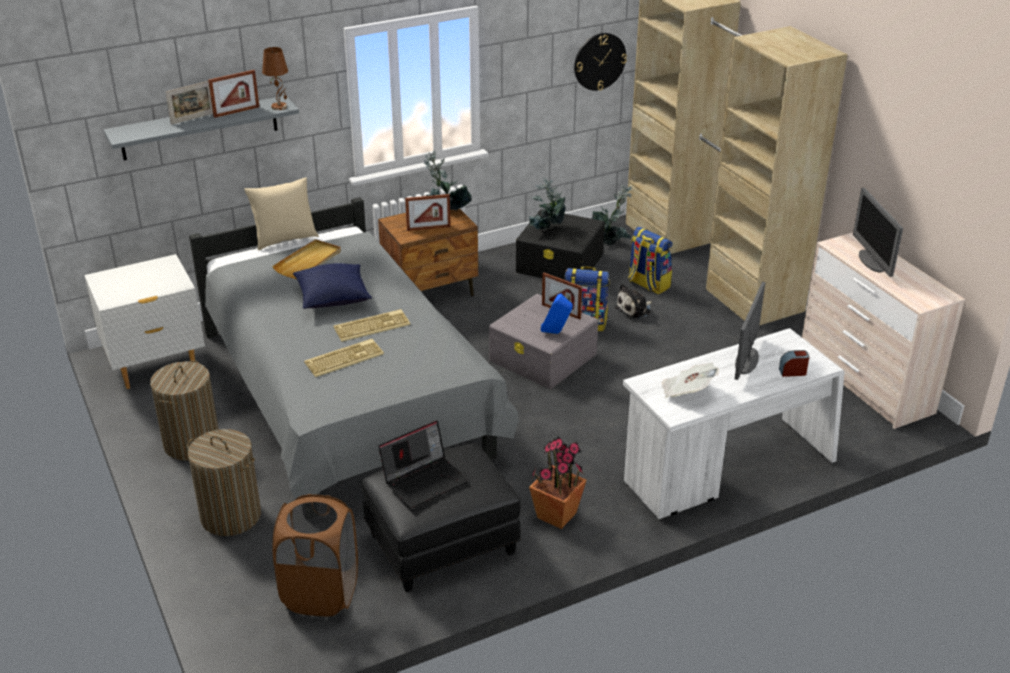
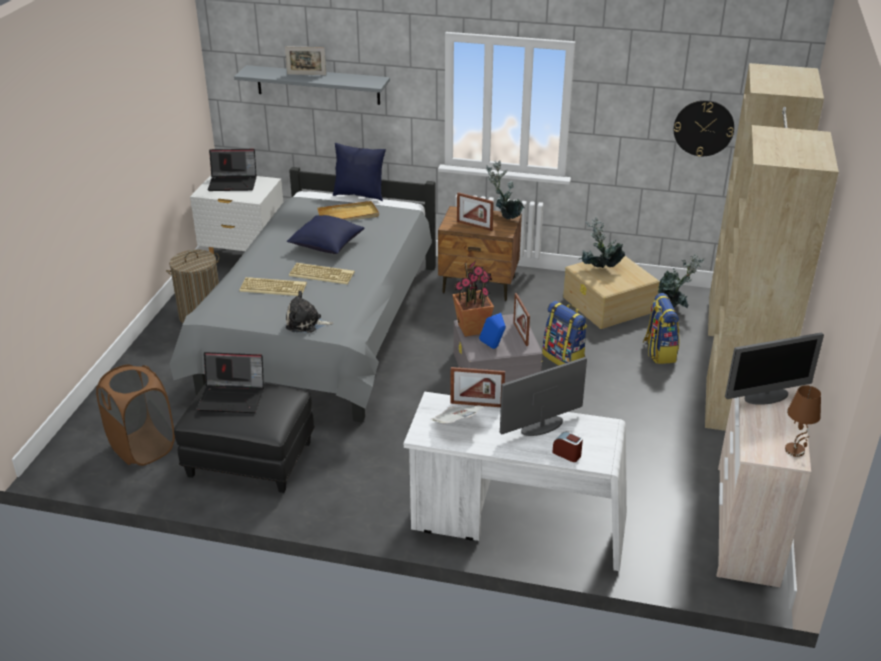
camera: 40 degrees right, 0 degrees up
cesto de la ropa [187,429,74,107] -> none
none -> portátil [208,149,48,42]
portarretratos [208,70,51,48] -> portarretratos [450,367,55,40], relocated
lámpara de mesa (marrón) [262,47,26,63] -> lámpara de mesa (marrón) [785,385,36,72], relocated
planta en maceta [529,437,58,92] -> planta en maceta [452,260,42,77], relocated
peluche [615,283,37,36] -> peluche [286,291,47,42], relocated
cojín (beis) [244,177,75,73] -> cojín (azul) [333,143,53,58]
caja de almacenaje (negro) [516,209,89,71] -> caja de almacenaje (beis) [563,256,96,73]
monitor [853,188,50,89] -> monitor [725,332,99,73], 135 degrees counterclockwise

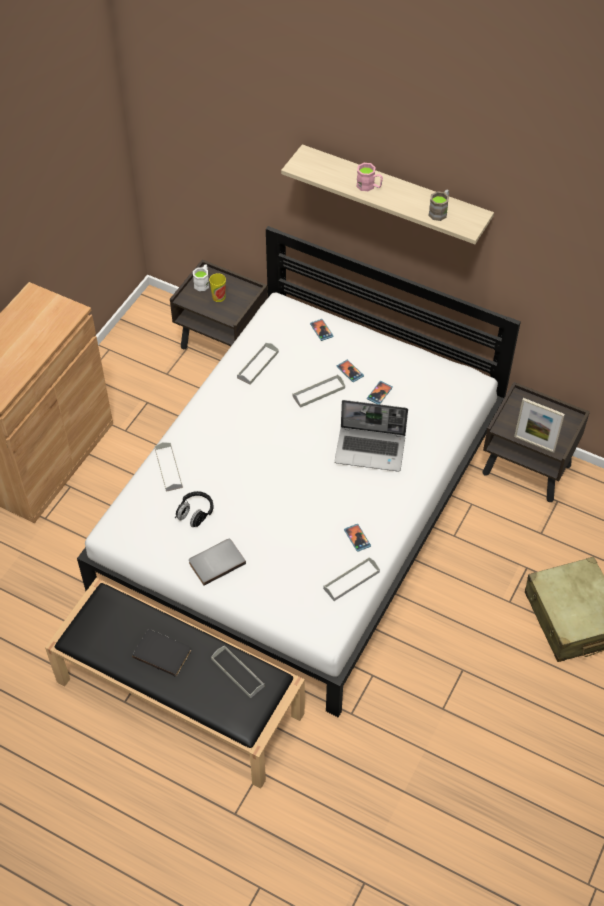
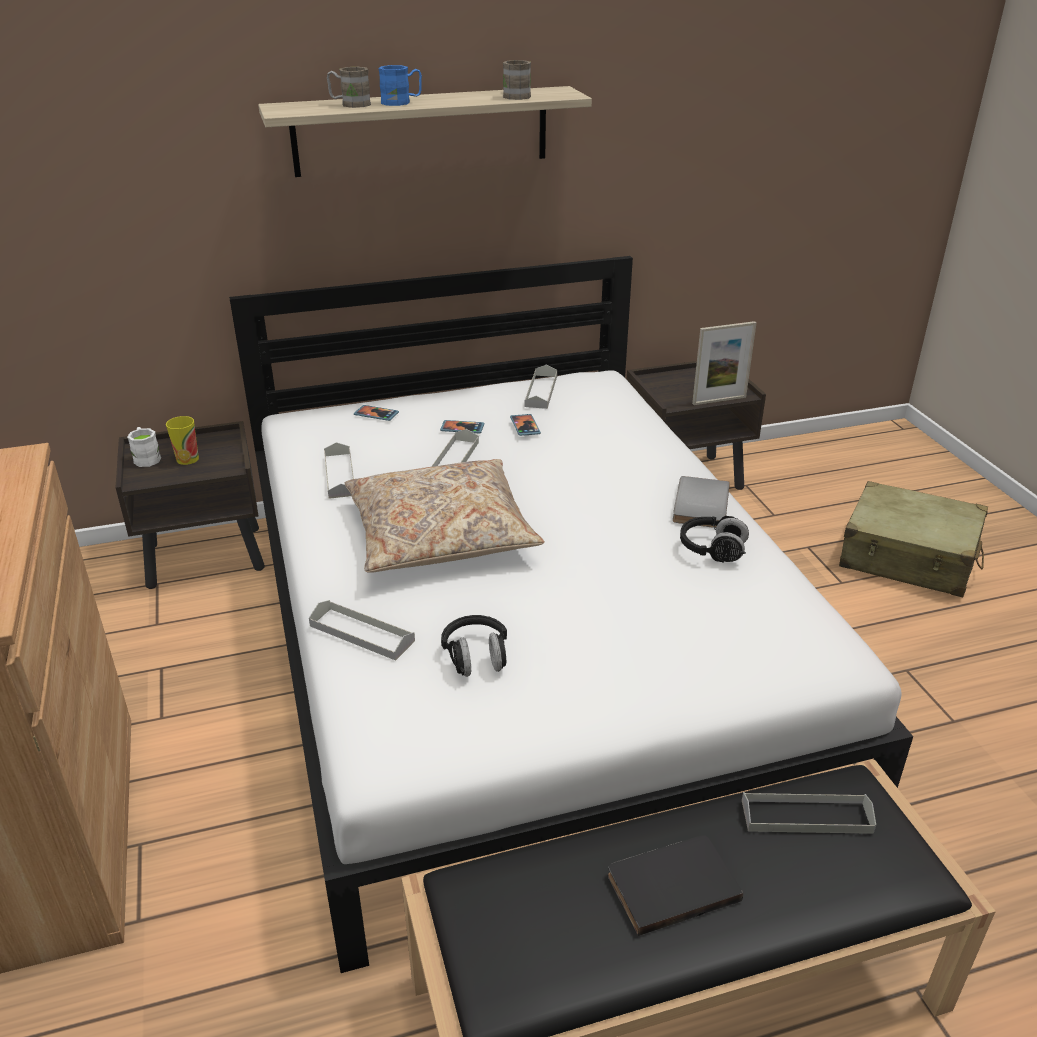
camera: 45 degrees left, 20 degrees down
portátil [335,400,73,72] -> none
none -> taza grande (marrón) [327,67,44,41]
none -> cojín (beis) [345,459,199,114]
libro (gris) [189,539,57,47] -> libro (gris) [673,476,57,52], relocated
bandeja (gris) [323,557,57,44] -> bandeja (gris) [524,365,33,44], relocated
móvil [344,524,27,28] -> auriculares (negro) [680,516,69,47]
taza grande (rosa) [356,163,27,28] -> taza grande (azul) [378,65,44,41]

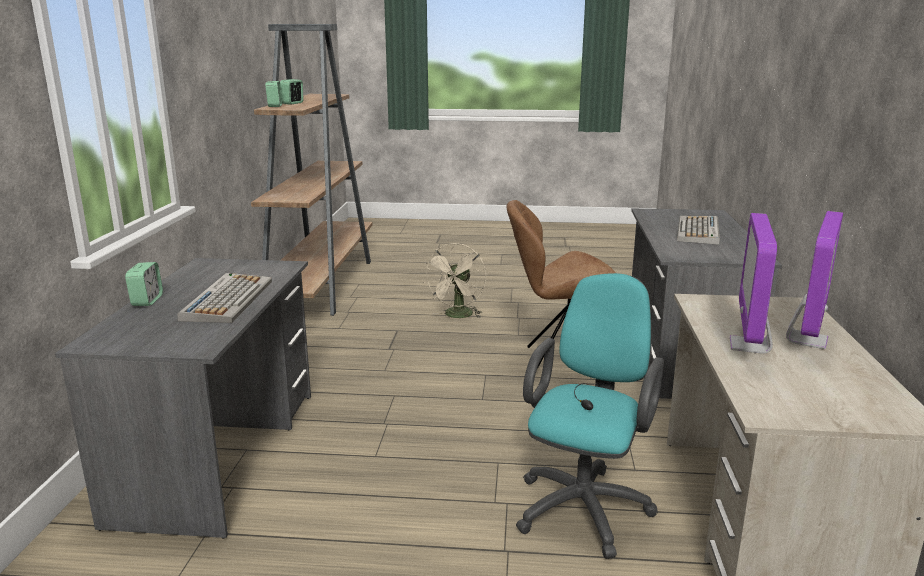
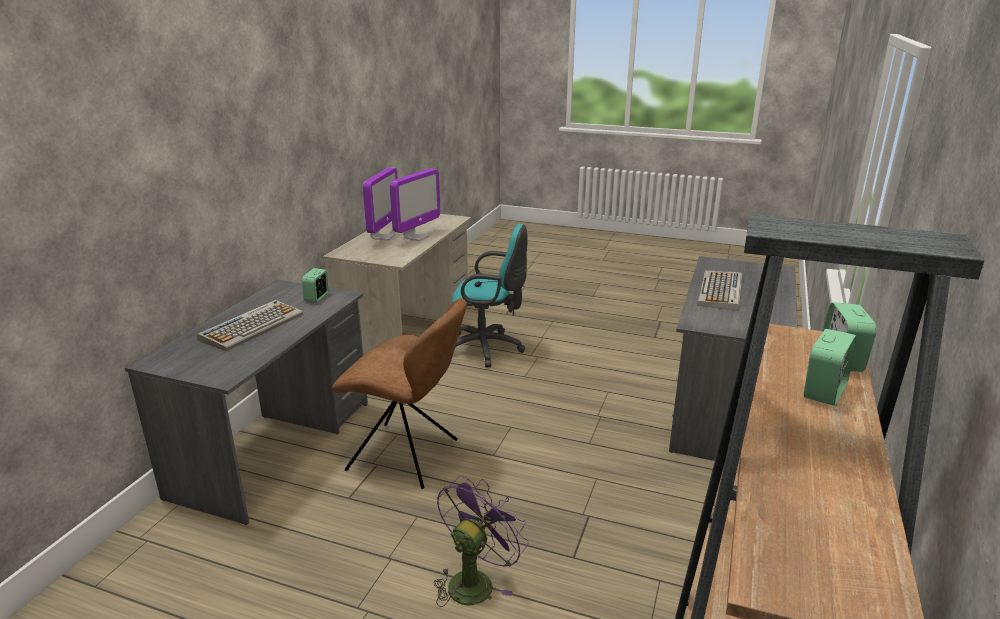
camera: 165 degrees left, 5 degrees up
despertador [125,262,38,44] -> despertador [302,268,27,35], relocated
ventilador (beis) [423,243,63,75] -> ventilador (morado) [434,475,95,132]
silla de oficina (turquesa) [516,273,148,286] -> silla de oficina (turquesa) [452,224,76,144], 120 degrees counterclockwise
monitor [786,211,57,138] -> monitor [363,167,35,73], 150 degrees clockwise

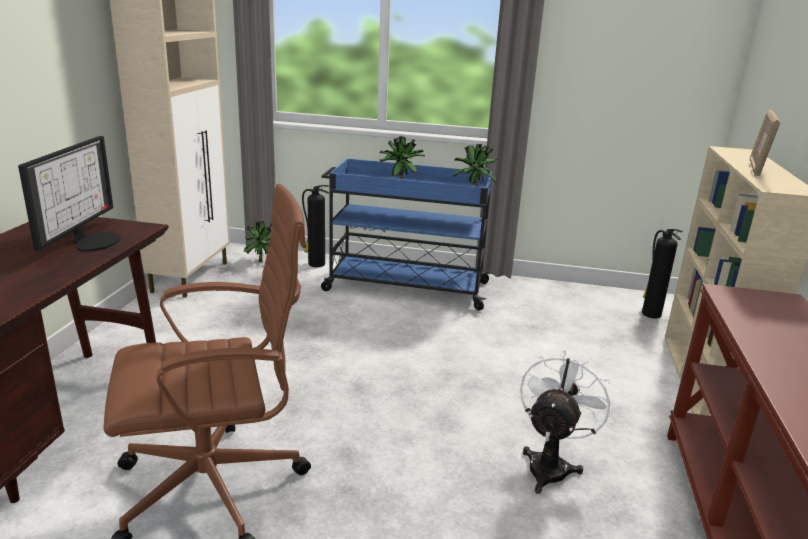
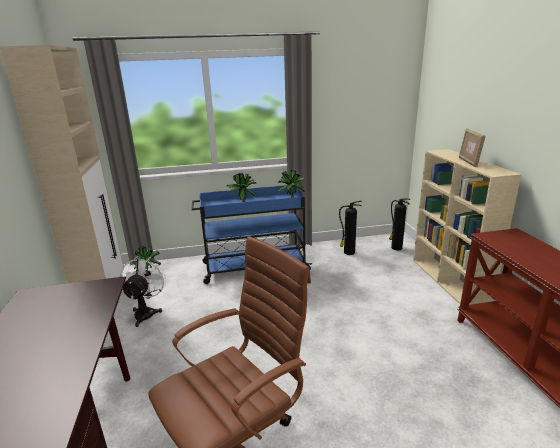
camera: 20 degrees left, 0 degrees up
monitor [18,136,103,116] -> none
extintor [302,185,27,82] -> extintor [339,201,23,54], relocated
ventilador (blanco) [520,350,92,144] -> ventilador (blanco) [121,256,46,71], relocated

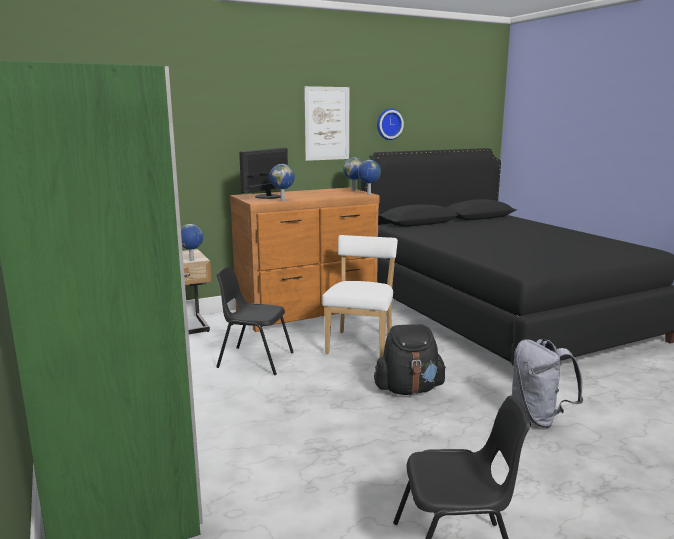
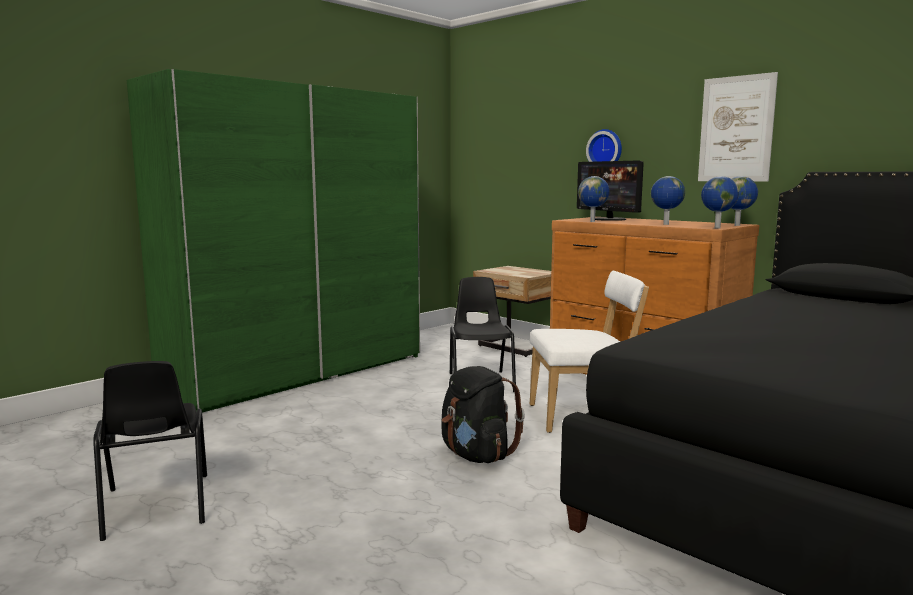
camera: 70 degrees right, 5 degrees down
mochila (gris) [511,339,72,89] -> none
globo terráqueo [181,224,22,37] -> globo terráqueo [651,176,34,49], relocated
reloj de pared [377,108,27,32] -> reloj de pared [586,129,36,33], relocated
monitor [239,148,49,51] -> monitor [577,161,67,60], 135 degrees counterclockwise

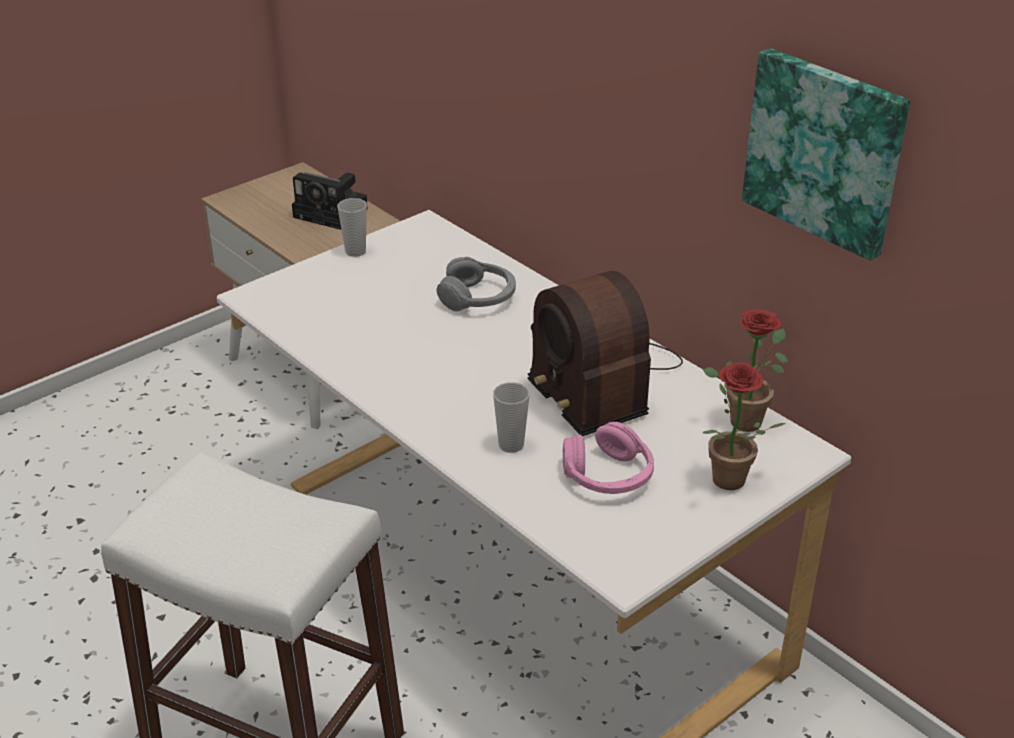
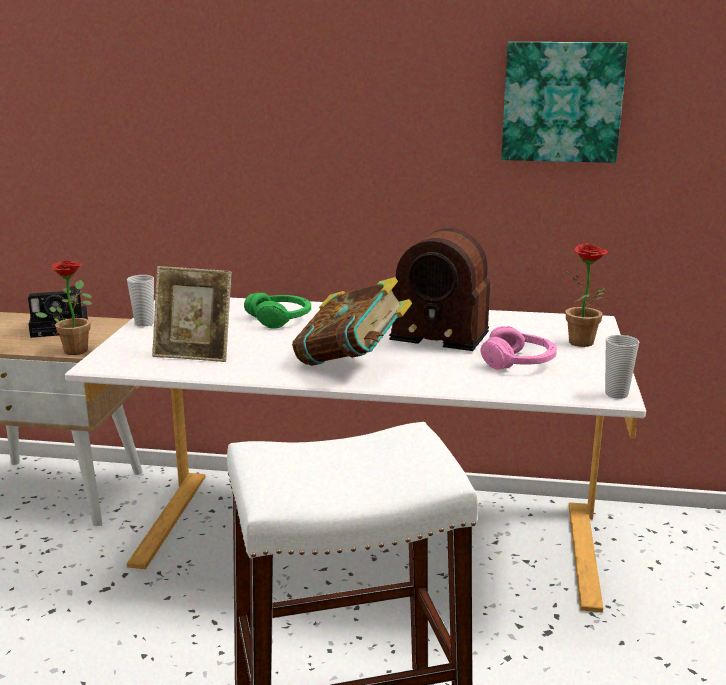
camera: 40 degrees left, 15 degrees down
none -> portarretratos [152,266,80,96]
none -> libro [292,277,120,89]
taza [493,382,37,71] -> taza [605,335,34,64], relocated
planta en maceta [703,309,85,123] -> planta en maceta [35,261,57,94], relocated
auriculares (gris) [436,257,80,54] -> auriculares (verde) [244,293,67,36]

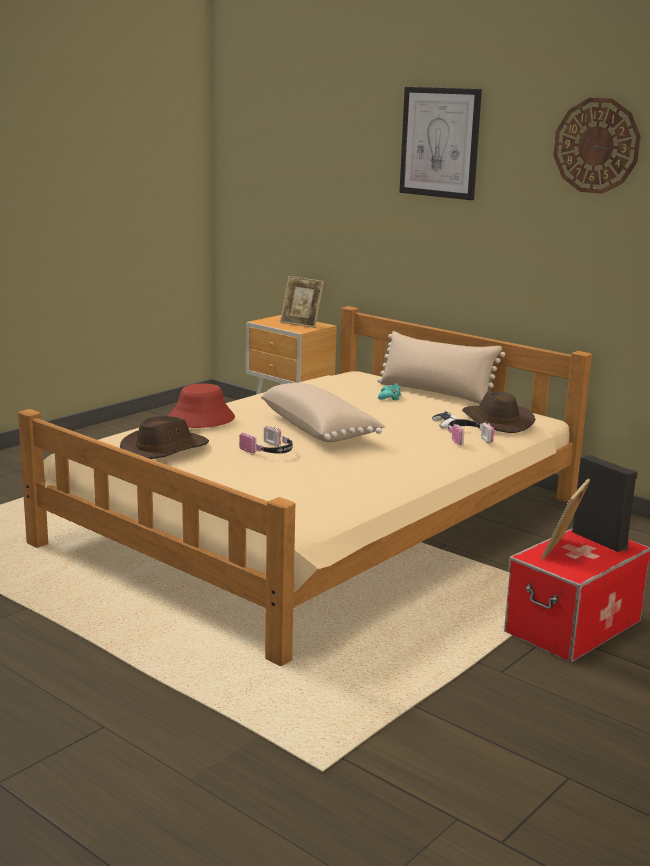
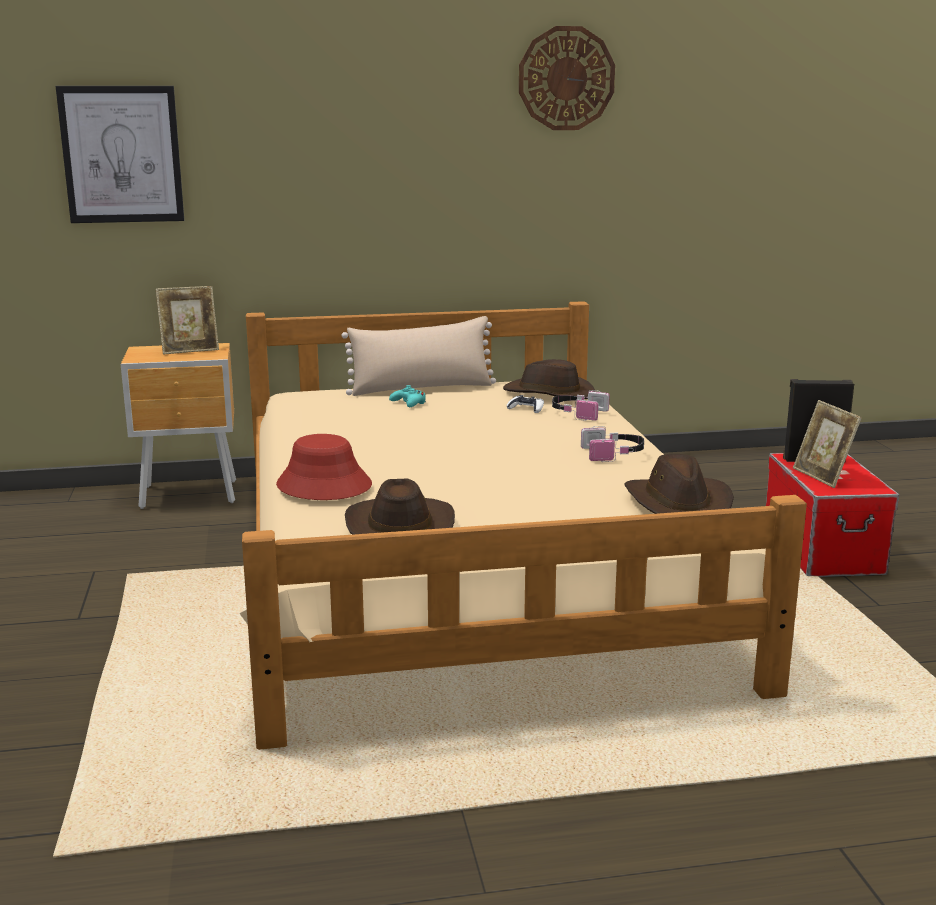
camera: 50 degrees left, 0 degrees up
cojín (beis) [261,383,124,59] -> none
none -> sombrero (marrón) [624,454,110,60]
auriculares [240,426,53,29] -> auriculares [581,426,63,36], relocated
cuadro [399,87,83,113] -> cuadro [56,86,128,137], relocated

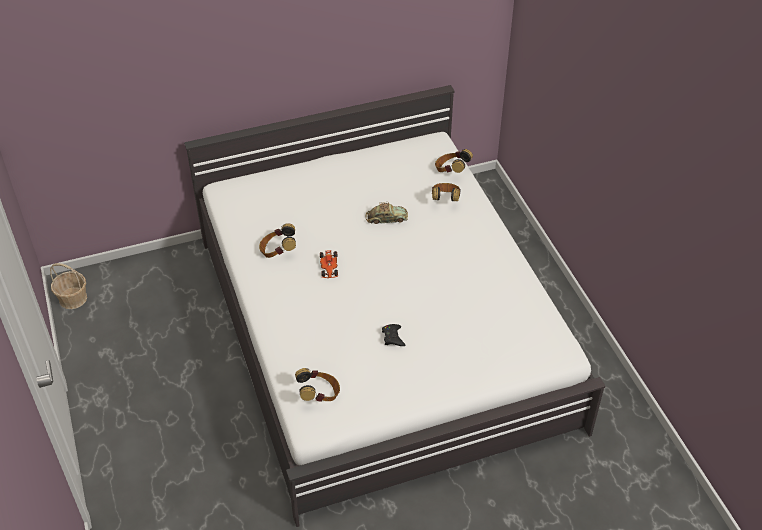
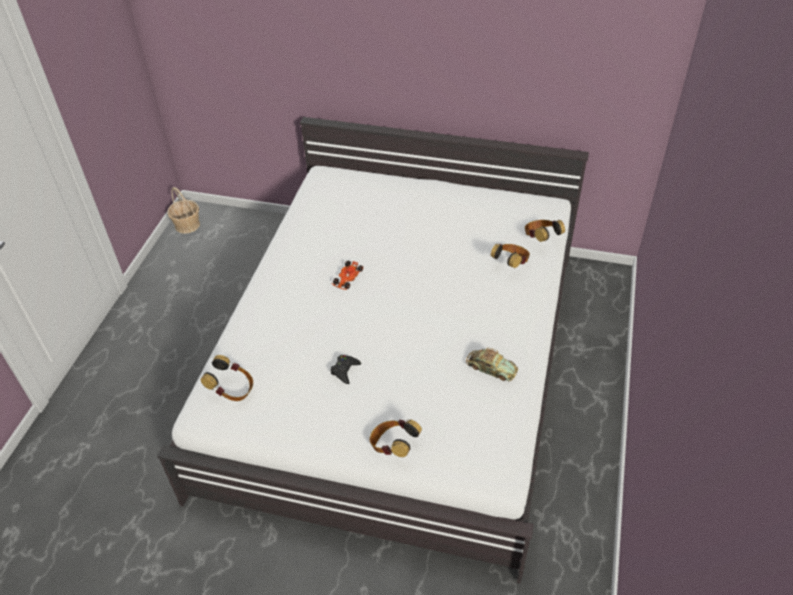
camera: 35 degrees right, 0 degrees up
auriculares [259,223,37,35] -> auriculares [370,419,52,38], relocated
coche de juguete [366,202,42,22] -> coche de juguete [466,347,52,35], relocated

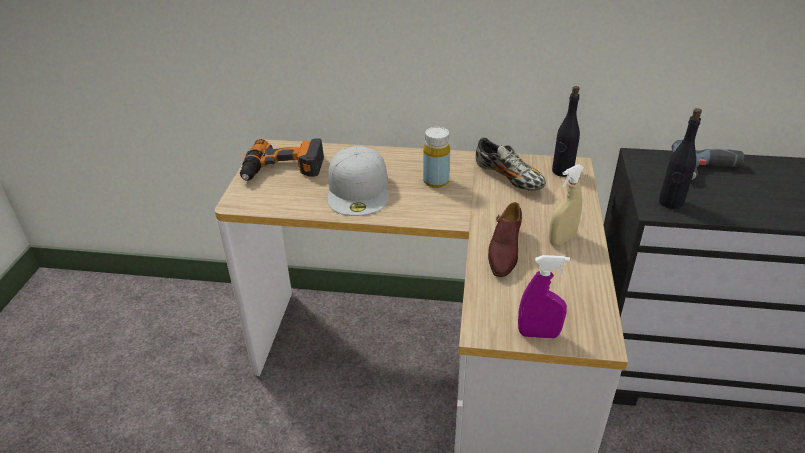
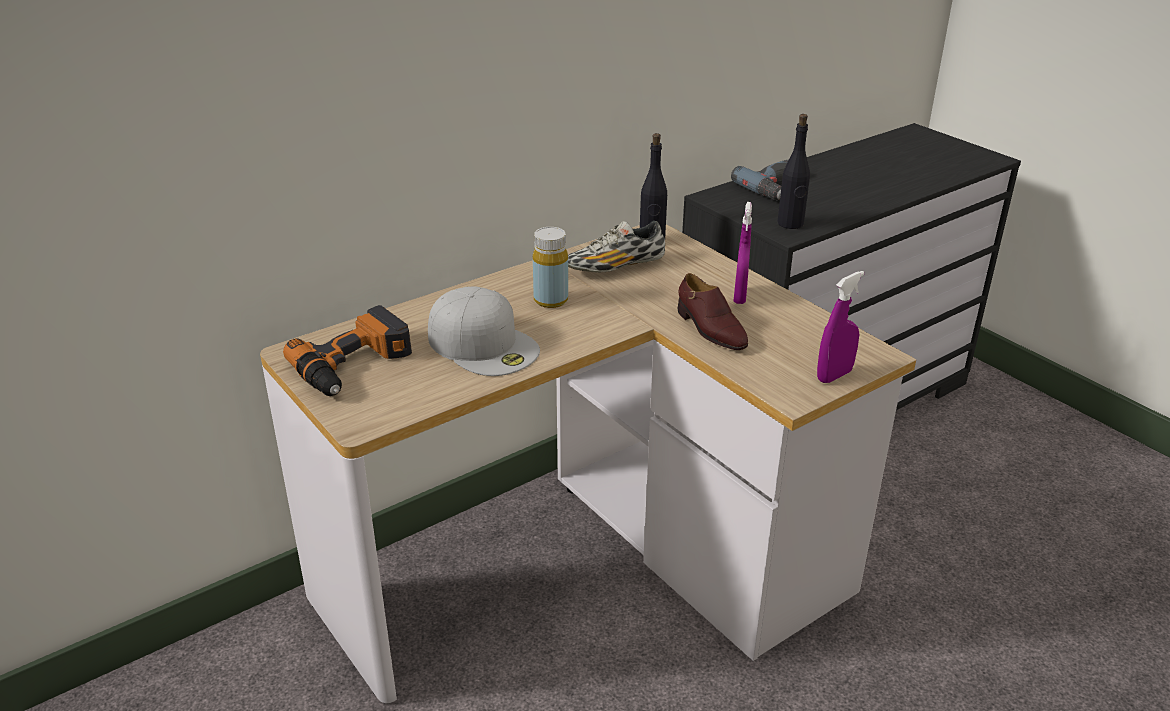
camera: 45 degrees left, 5 degrees down
pulverizador (beis) [549,164,36,82] -> pulverizador (morado) [734,202,18,102]
zapato [476,137,70,54] -> zapato [568,221,97,52], 150 degrees clockwise

